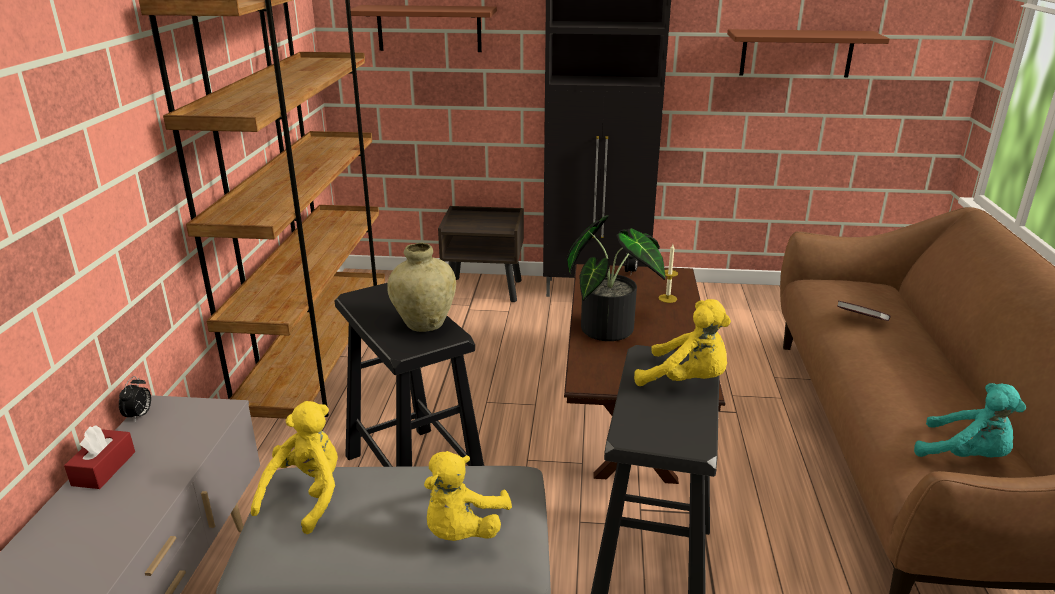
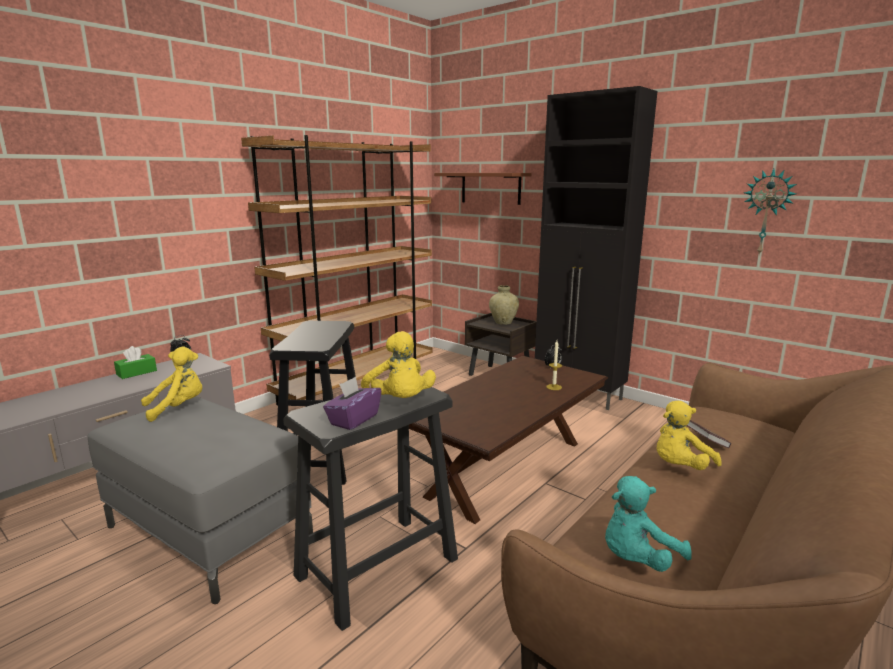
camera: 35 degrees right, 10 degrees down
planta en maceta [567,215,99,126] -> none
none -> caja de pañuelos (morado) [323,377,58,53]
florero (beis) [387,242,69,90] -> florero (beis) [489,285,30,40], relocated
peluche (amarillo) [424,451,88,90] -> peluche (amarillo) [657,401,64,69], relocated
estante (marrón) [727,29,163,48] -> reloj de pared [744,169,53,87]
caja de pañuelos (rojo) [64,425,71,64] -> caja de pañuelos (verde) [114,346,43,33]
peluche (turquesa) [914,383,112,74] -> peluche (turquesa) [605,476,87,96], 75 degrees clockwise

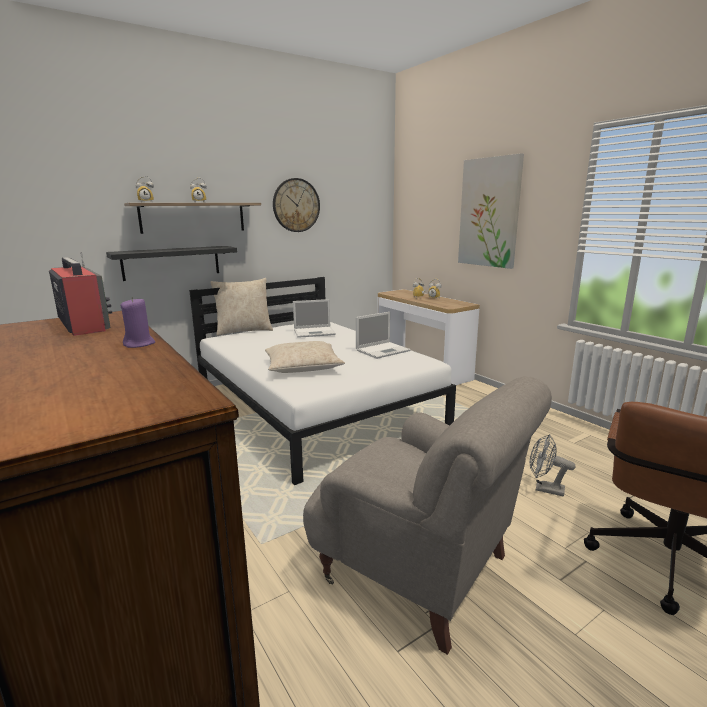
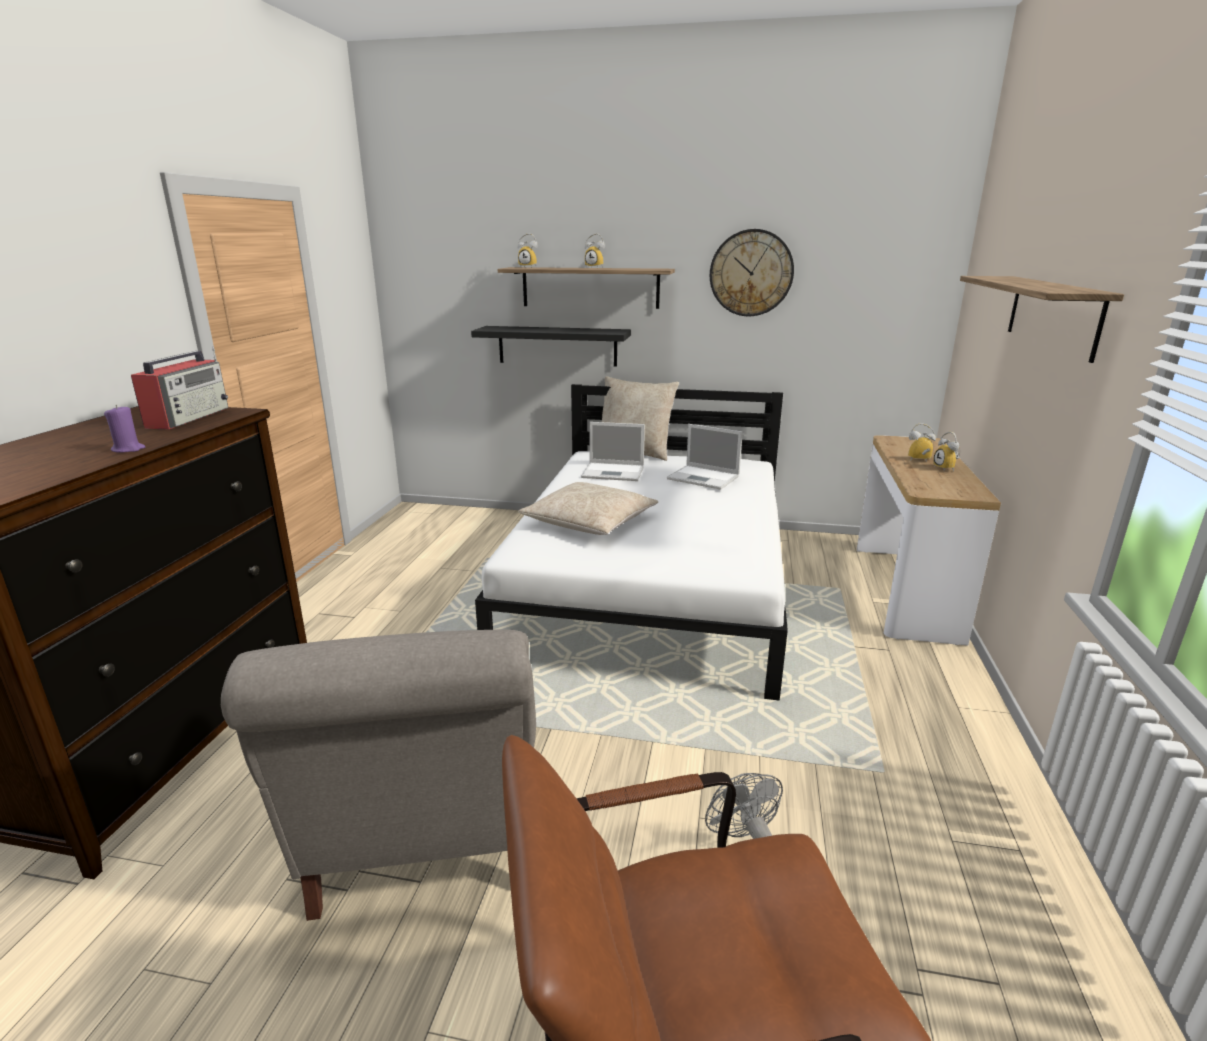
camera: 45 degrees right, 5 degrees up
portátil [356,312,55,47] -> portátil [581,422,64,59], relocated
cuadro [458,153,66,116] -> estante [960,276,164,87]

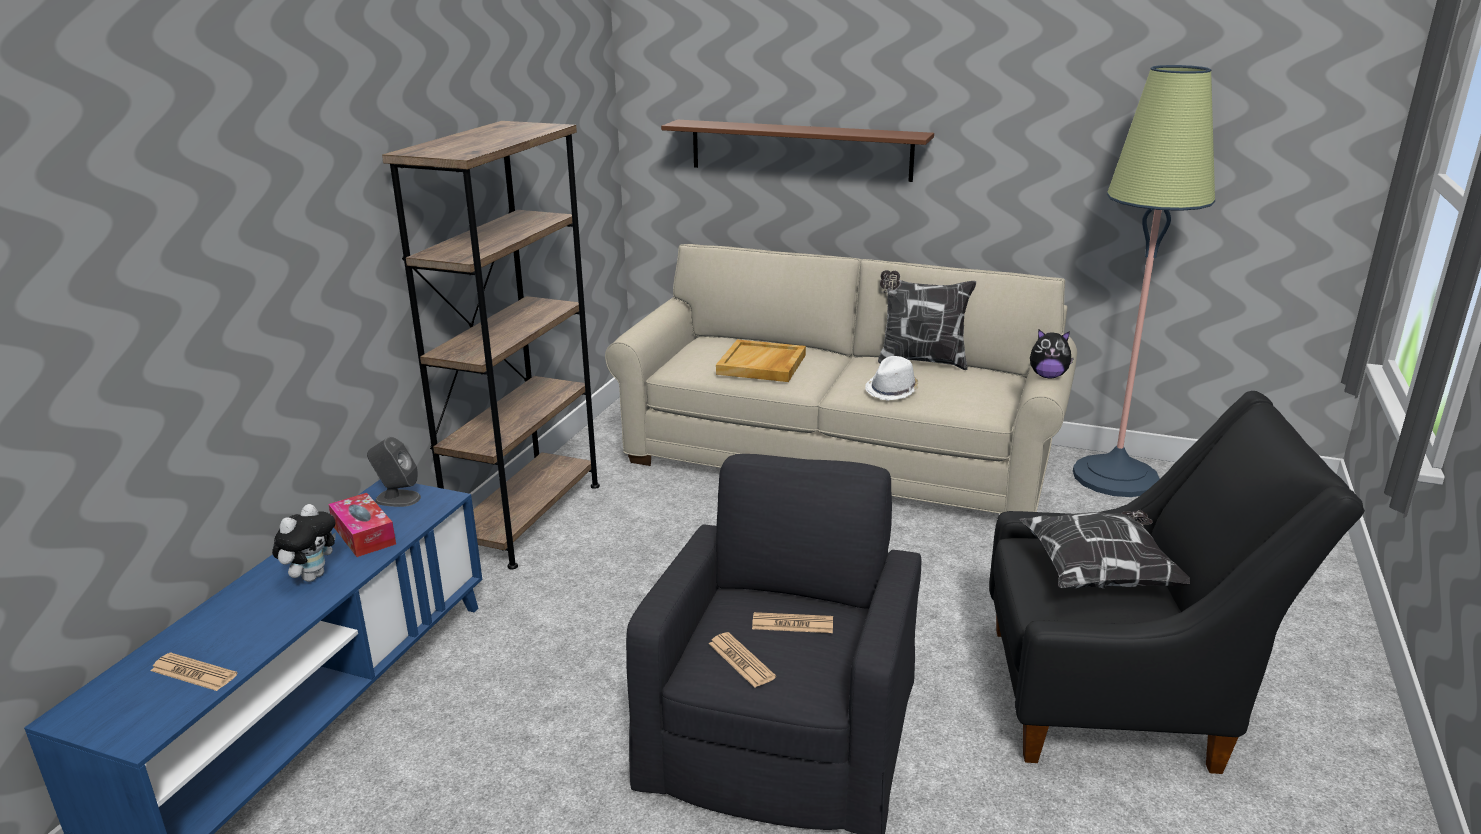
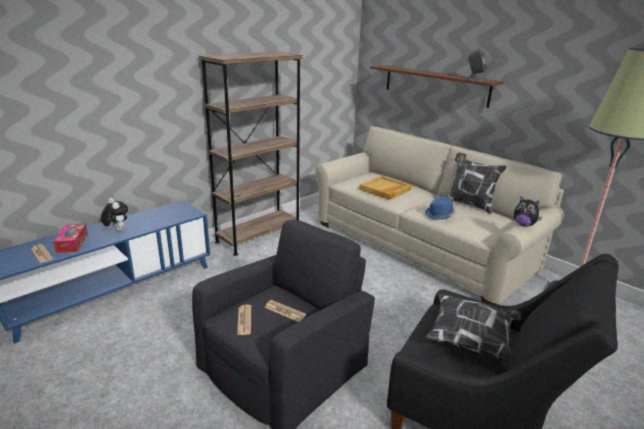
camera: 25 degrees right, 0 degrees up
caja de pañuelos [328,493,68,64] -> caja de pañuelos [53,223,35,30], relocated
altavoz (gris) [367,437,54,70] -> altavoz (gris) [465,49,22,32], relocated
sombrero (blanco) [865,356,53,45] -> sombrero (azul) [425,197,30,23]
peluche [272,504,64,78] -> peluche [101,198,27,33], 90 degrees counterclockwise

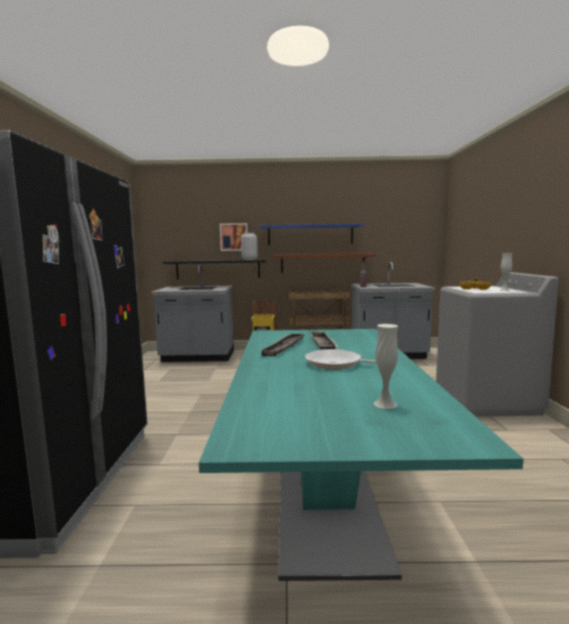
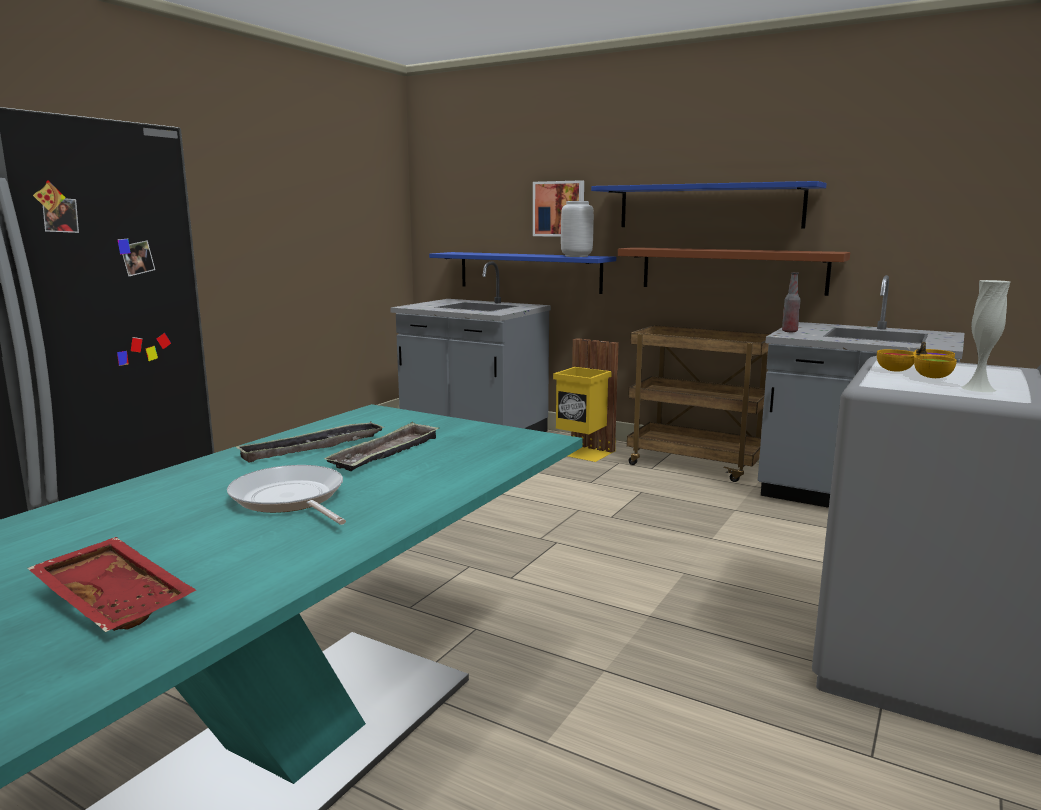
camera: 30 degrees right, 5 degrees up
florero (blanco) [374,324,24,85] -> bandeja (rojo) [27,537,169,95]
estante (negro) [163,260,104,19] -> estante (azul) [429,252,187,42]

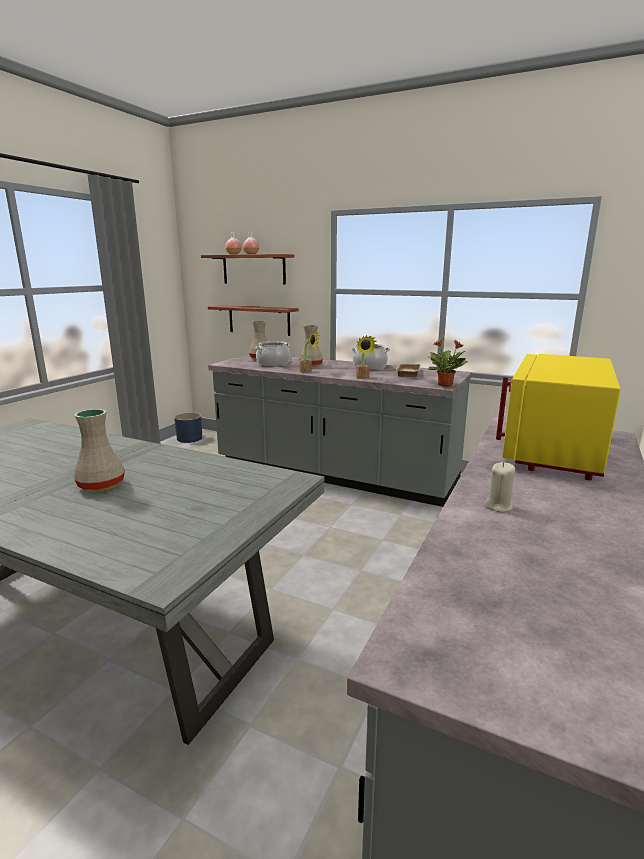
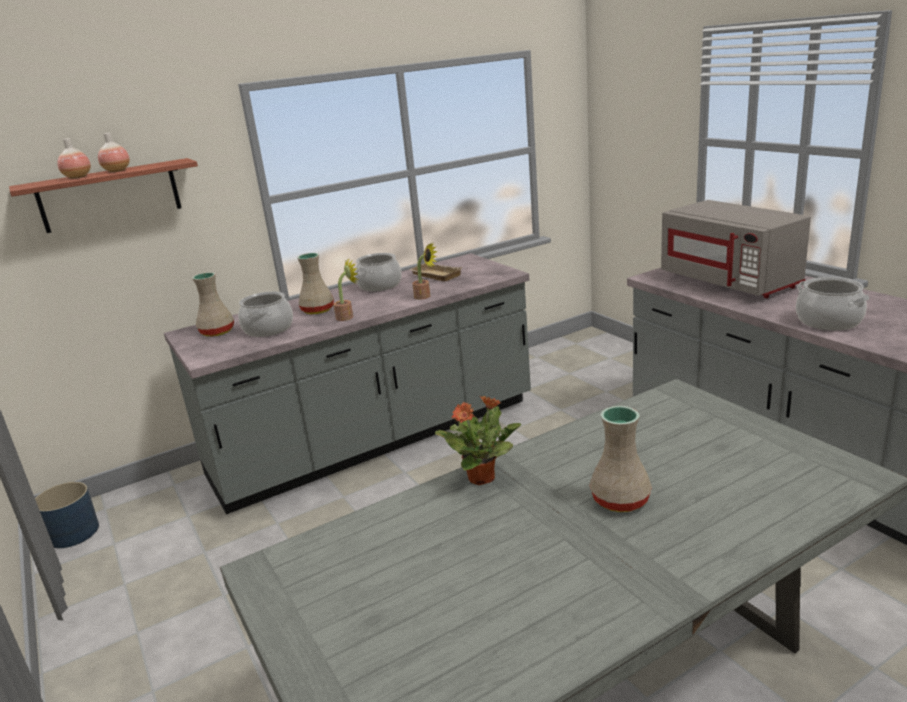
camera: 55 degrees left, 5 degrees up
estante [208,305,91,31] -> none
planta en maceta [427,338,41,49] -> planta en maceta [435,395,86,90], relocated
vela (beis) [484,462,31,50] -> olla [796,277,74,53]
microondas (amarillo) [496,354,125,126] -> microondas (gris) [661,200,150,98]

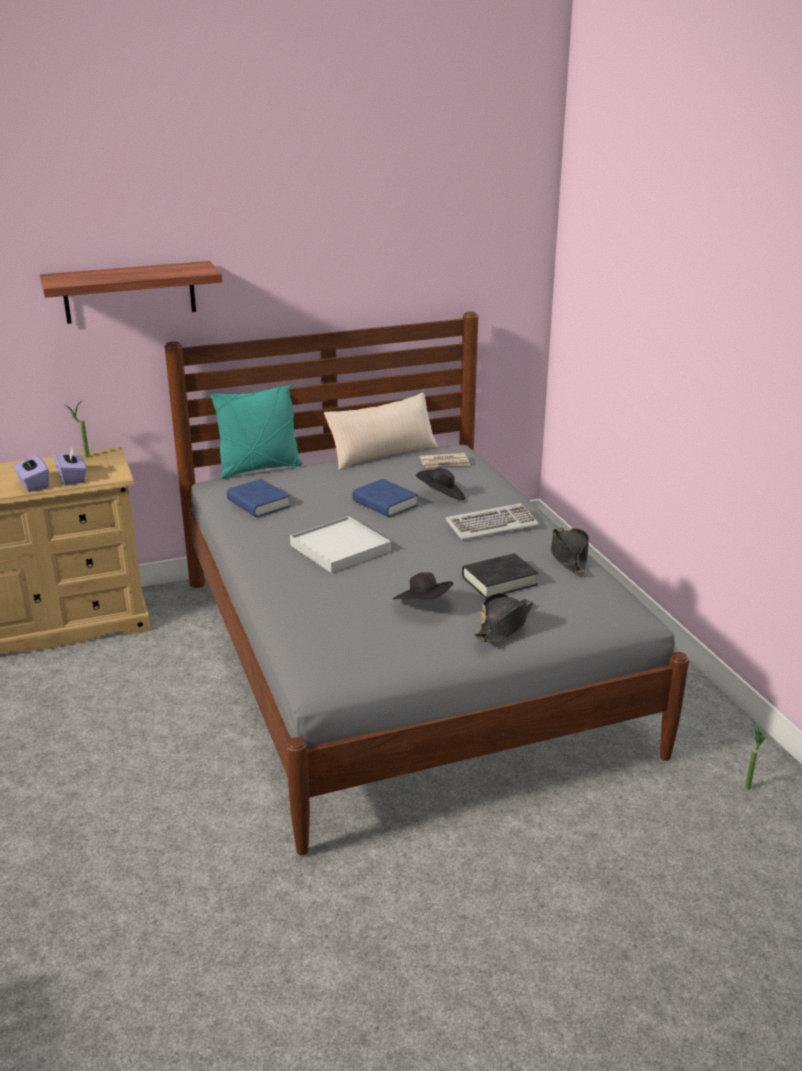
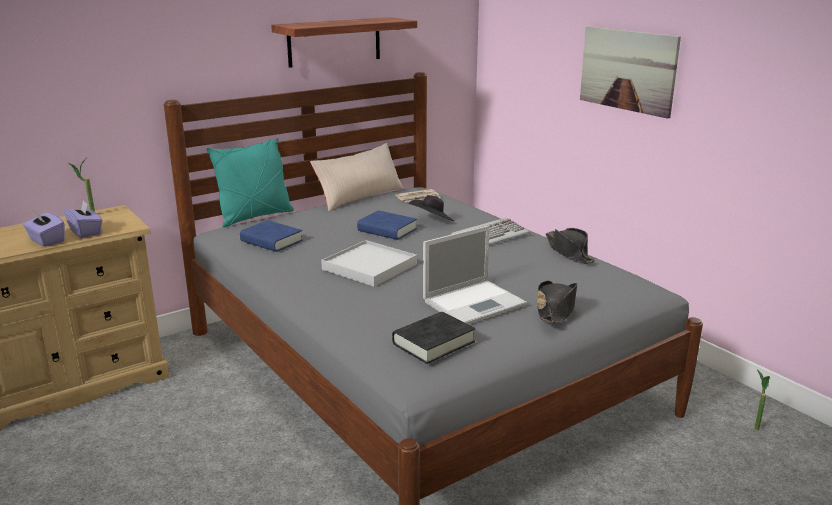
camera: 15 degrees left, 5 degrees down
none -> cuadro [580,26,101,93]
estante [40,261,182,63] -> estante [271,17,146,51], relocated
libro (negro) [462,553,77,46] -> libro (negro) [392,312,83,52], relocated
sombrero (negro) [393,572,60,27] -> portátil [423,225,104,99]

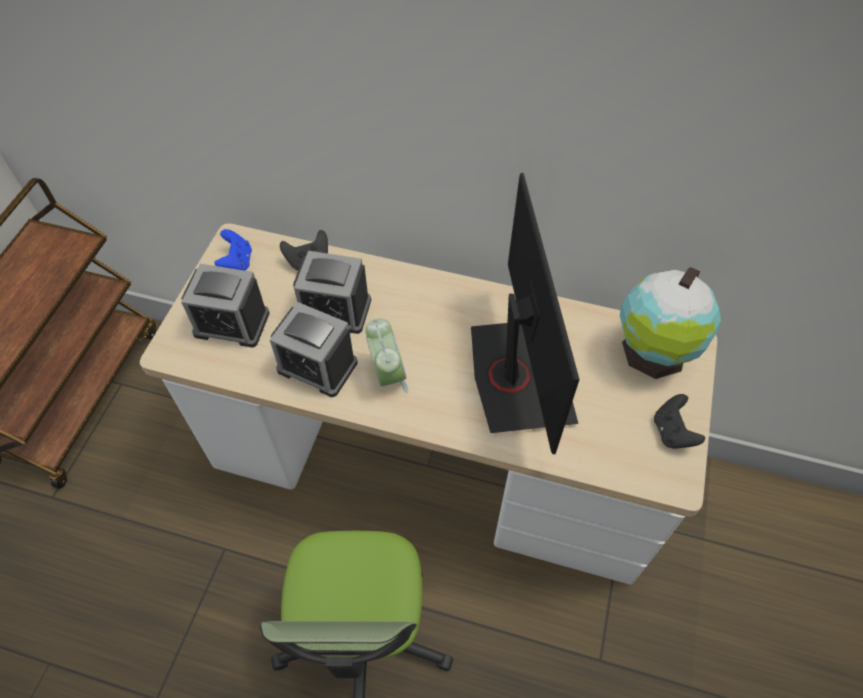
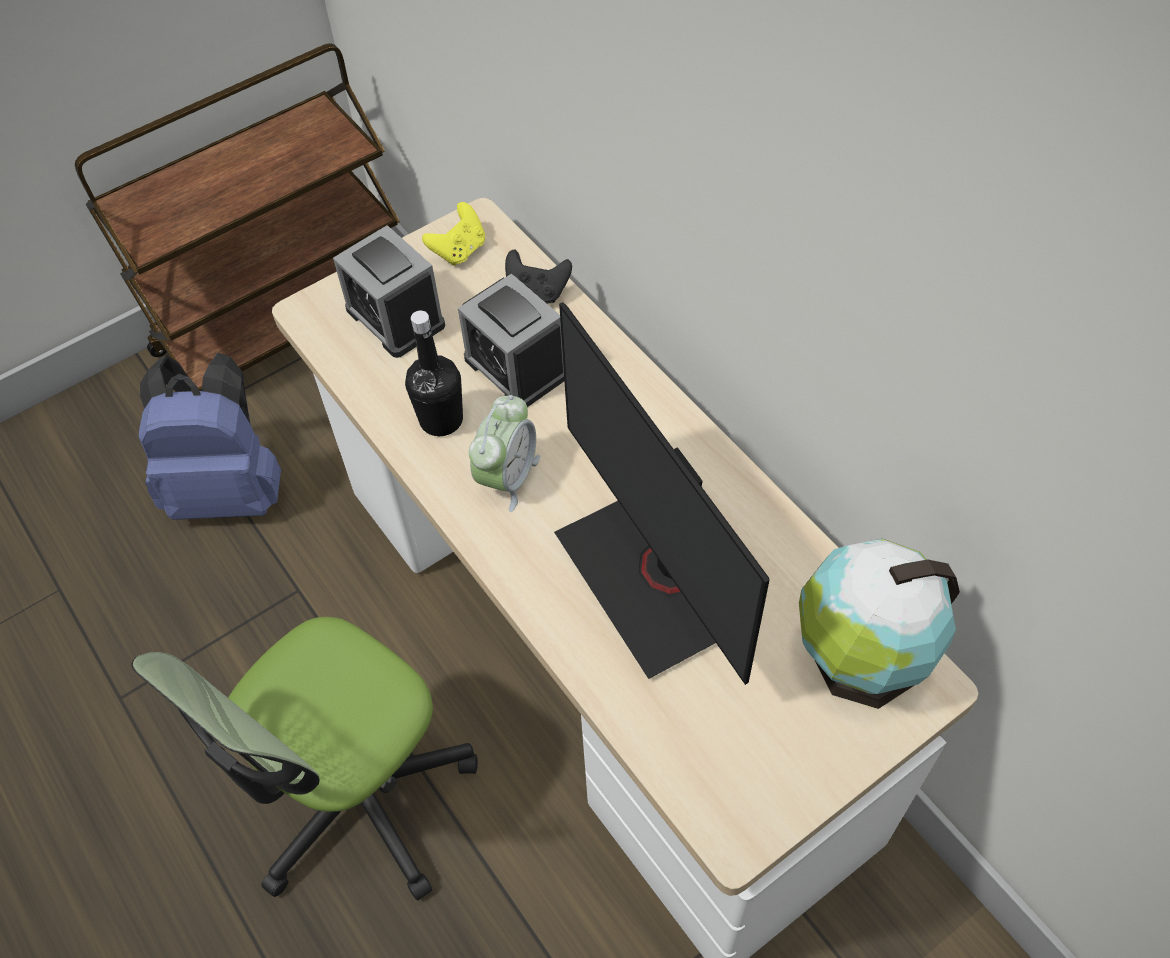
camera: 40 degrees right, 0 degrees up
mando de consola (negro) [654,394,51,55] -> none
none -> mochila (azul) [139,353,142,167]
despertador [270,302,88,95] -> botella (negro) [405,310,58,126]
mando de consola (azul) [215,229,37,42] -> mando de consola (amarillo) [422,202,63,64]
monitor [471,173,109,281] -> monitor [554,302,215,383], 120 degrees clockwise

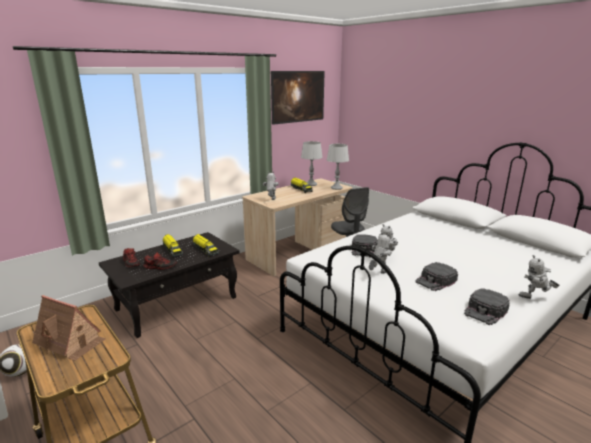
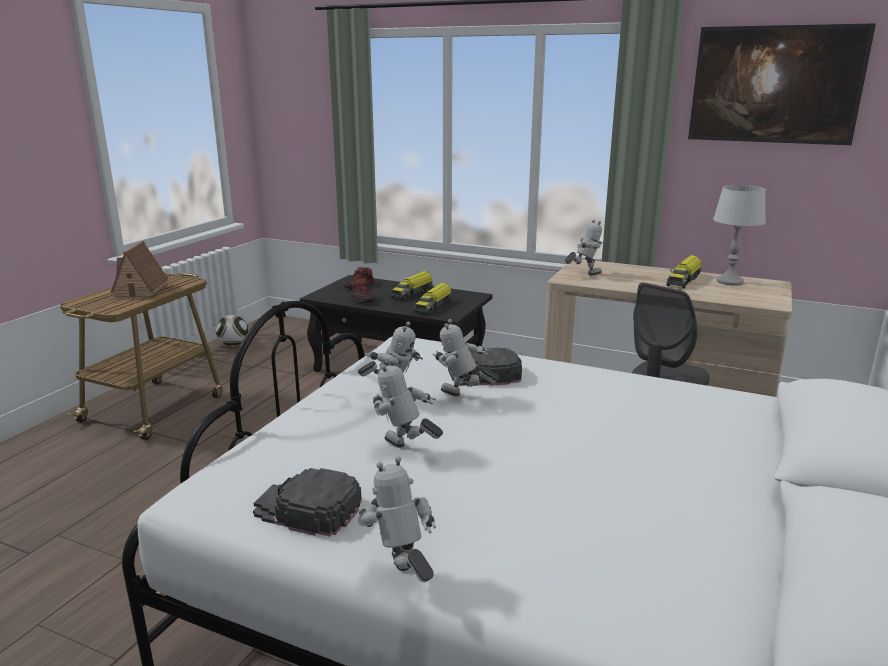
camera: 65 degrees right, 0 degrees up
lámpara de mesa (gris) [327,144,22,46] -> none
gorra (negro) [415,262,43,29] -> robot de juguete [373,359,70,89]

